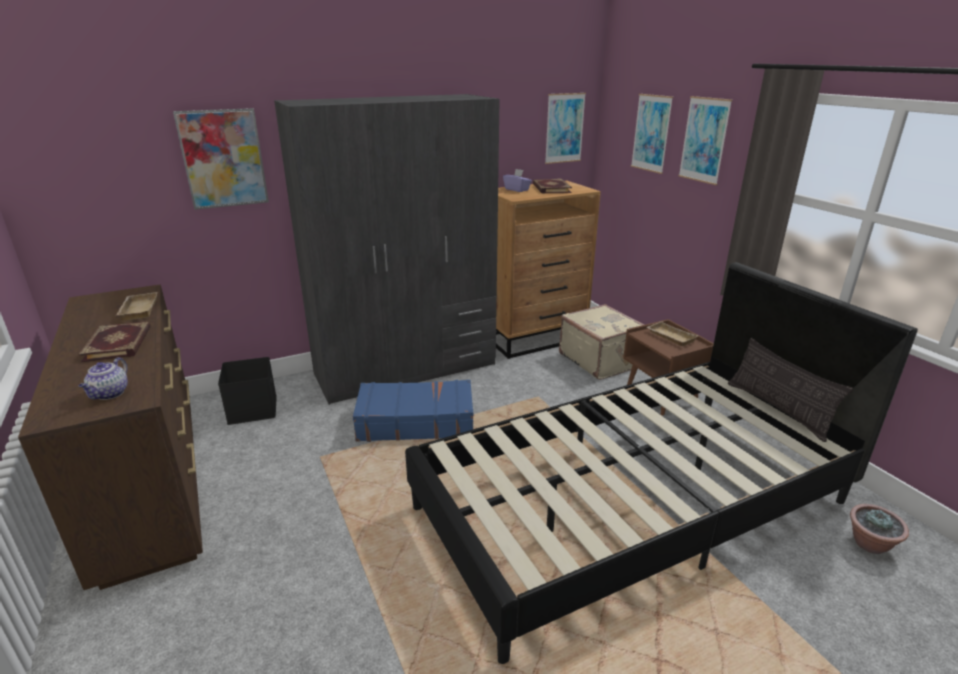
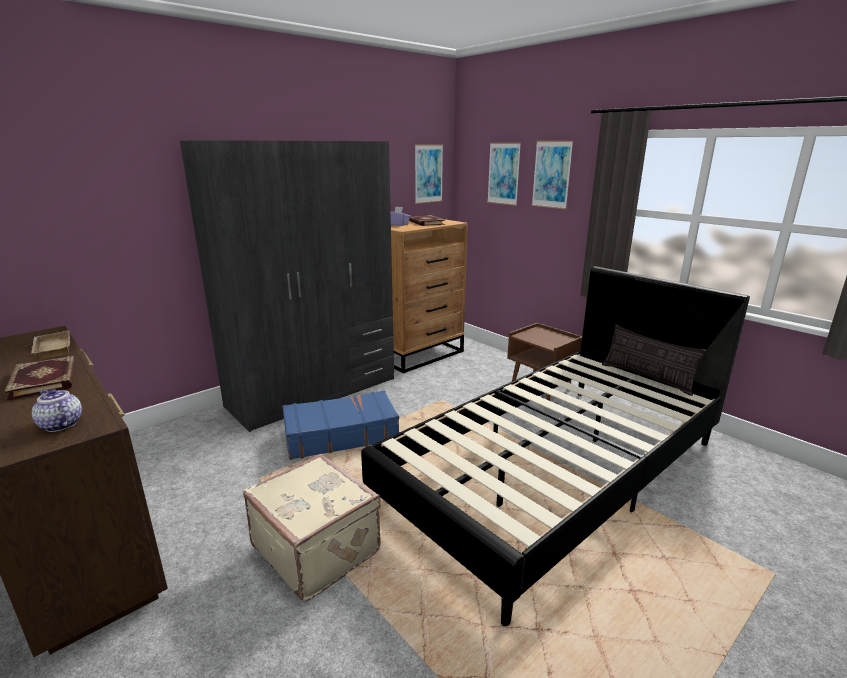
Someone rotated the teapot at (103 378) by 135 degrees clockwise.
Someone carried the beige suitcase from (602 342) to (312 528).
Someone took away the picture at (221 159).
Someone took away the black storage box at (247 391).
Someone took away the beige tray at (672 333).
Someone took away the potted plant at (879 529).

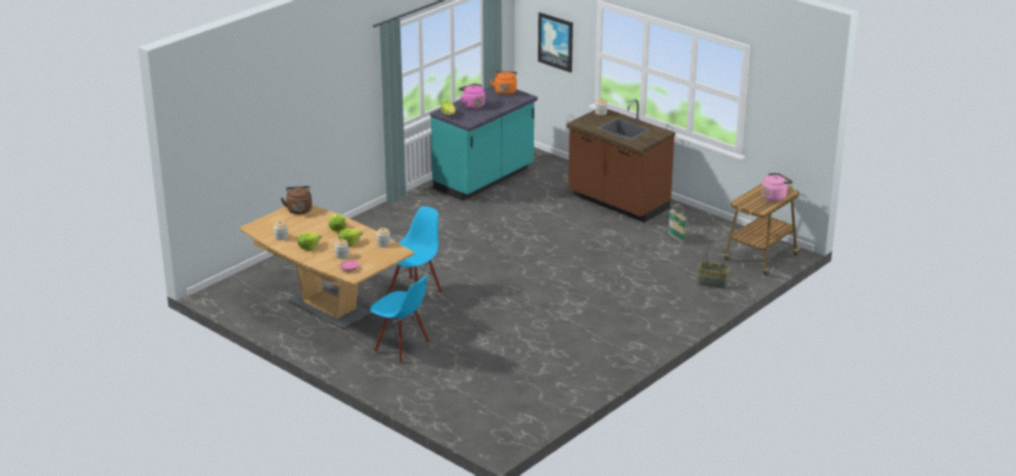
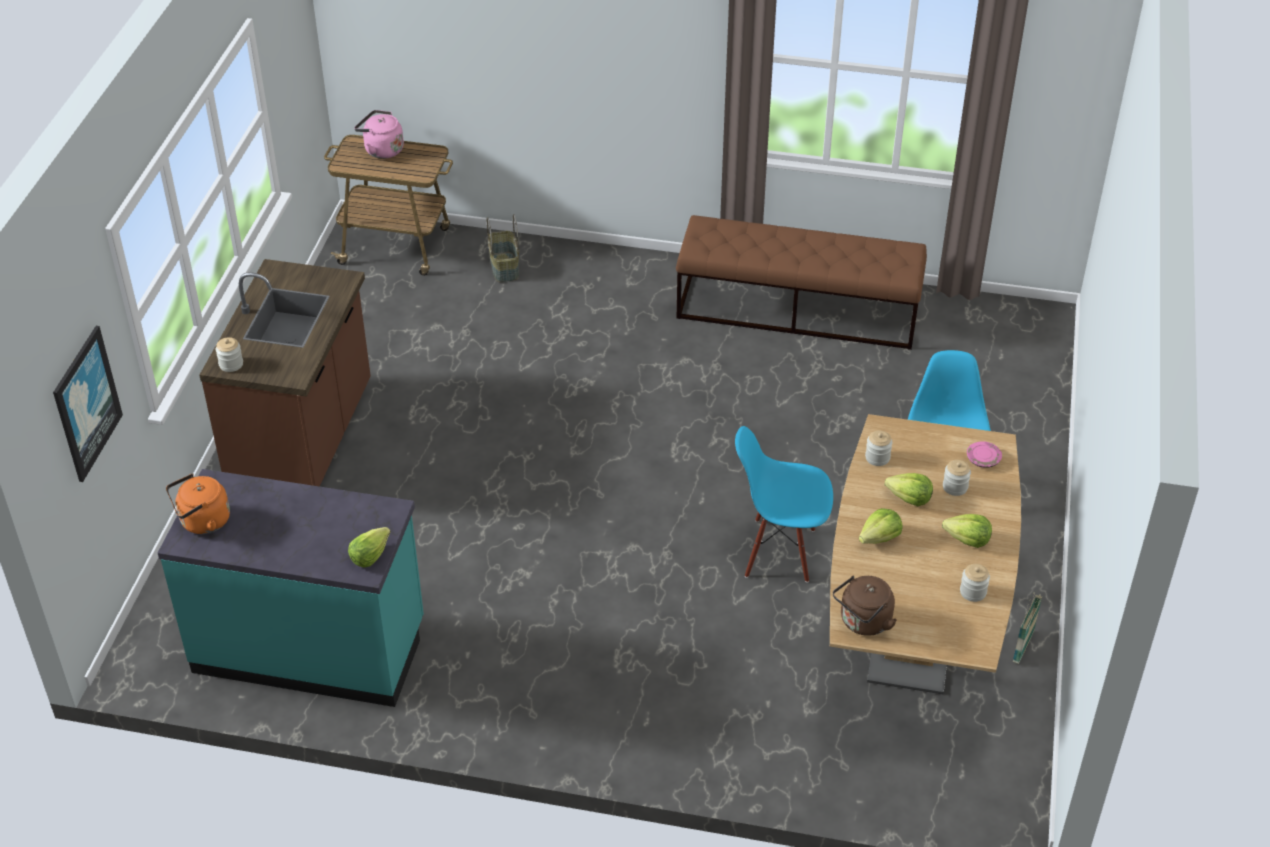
Someone put down the brown bench at (801 282).
Someone carried the basket from (677 222) to (1027 628).
Someone took away the pink kettle at (471 96).

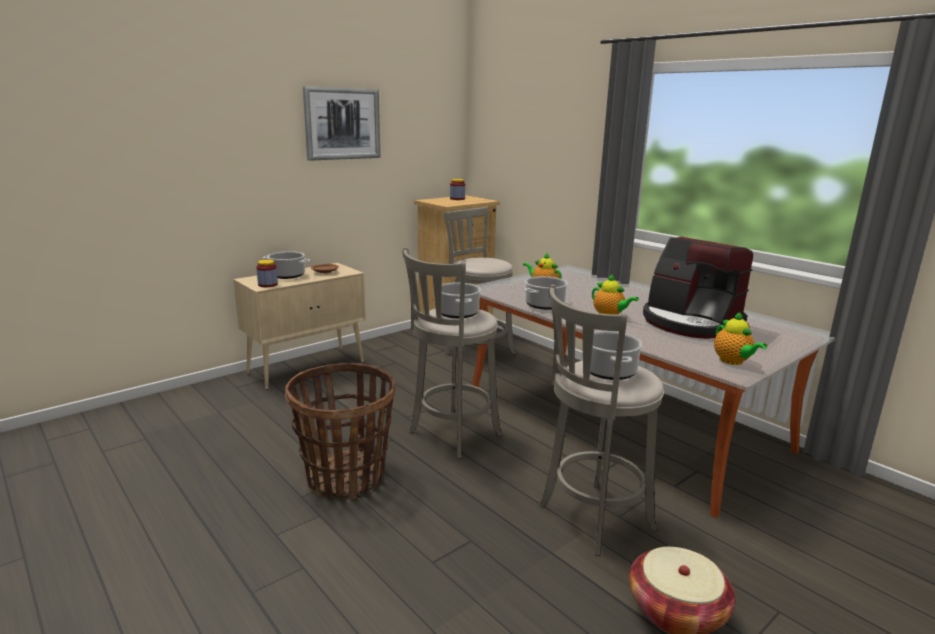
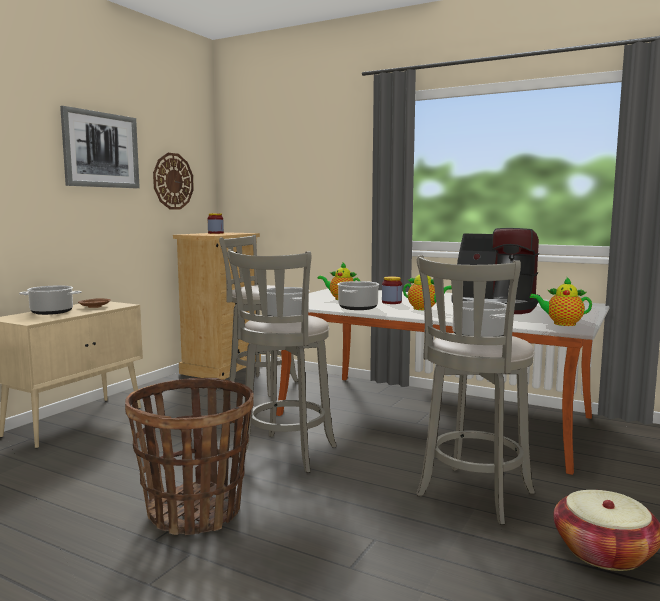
Someone put up the wall clock at (173 181).
Someone carried the jar from (267 273) to (392 290).
Someone rotated the teapot at (740 338) by 150 degrees clockwise.

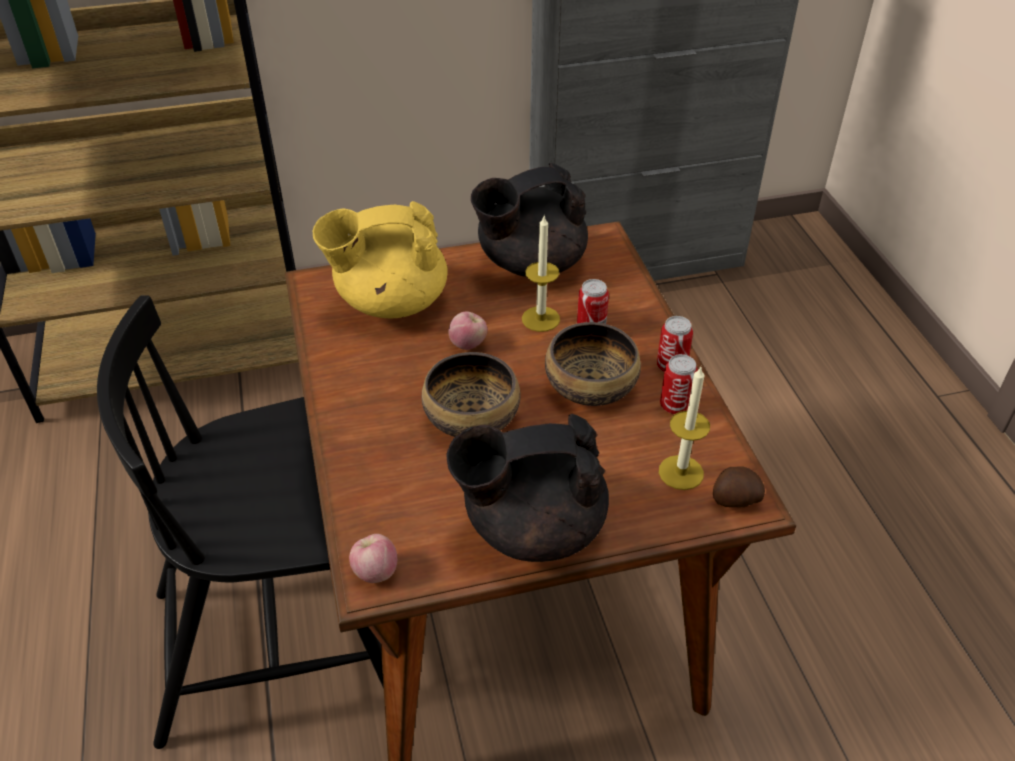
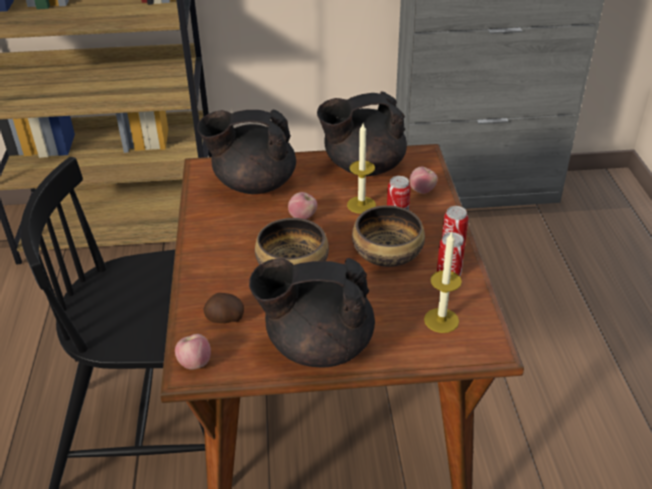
Someone repainted the yellow teapot at (380 259), which became the black teapot at (246 152).
Someone carried the potato from (739 486) to (223 308).
Someone put down the apple at (424 180).

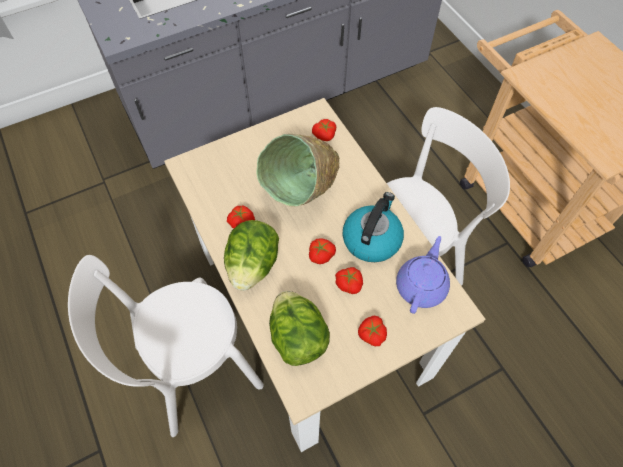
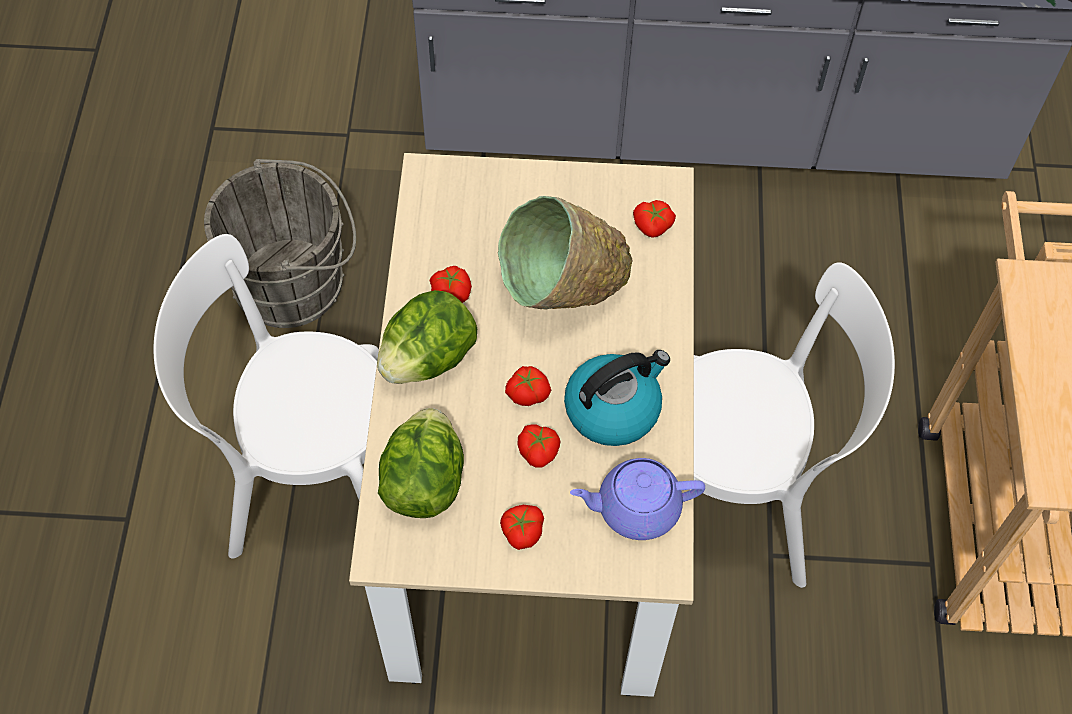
Someone put down the grey bucket at (280 243).
Someone rotated the purple teapot at (423 275) by 150 degrees counterclockwise.

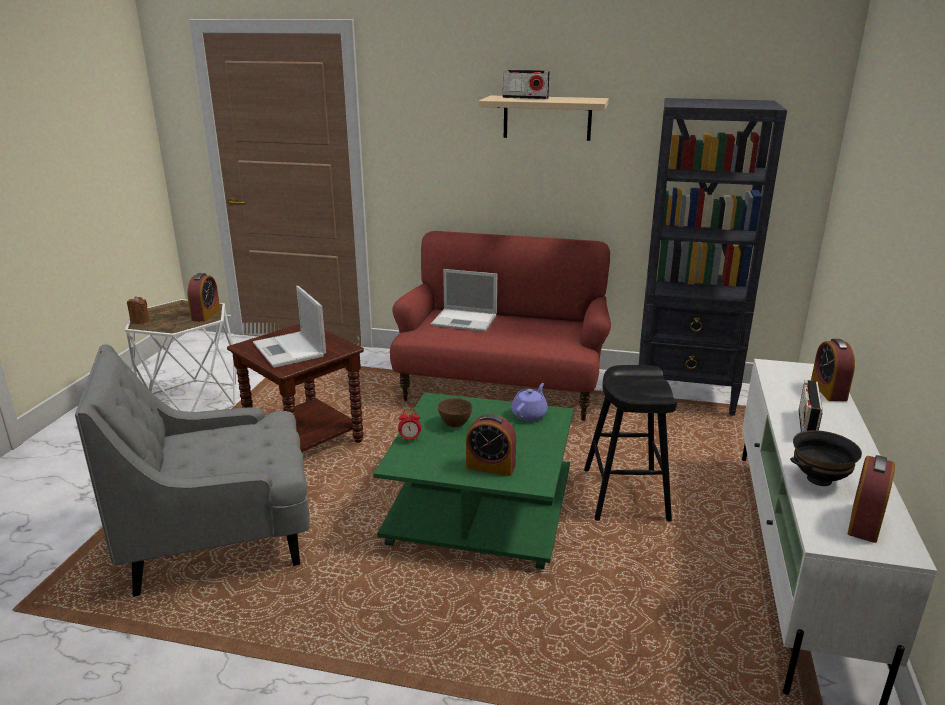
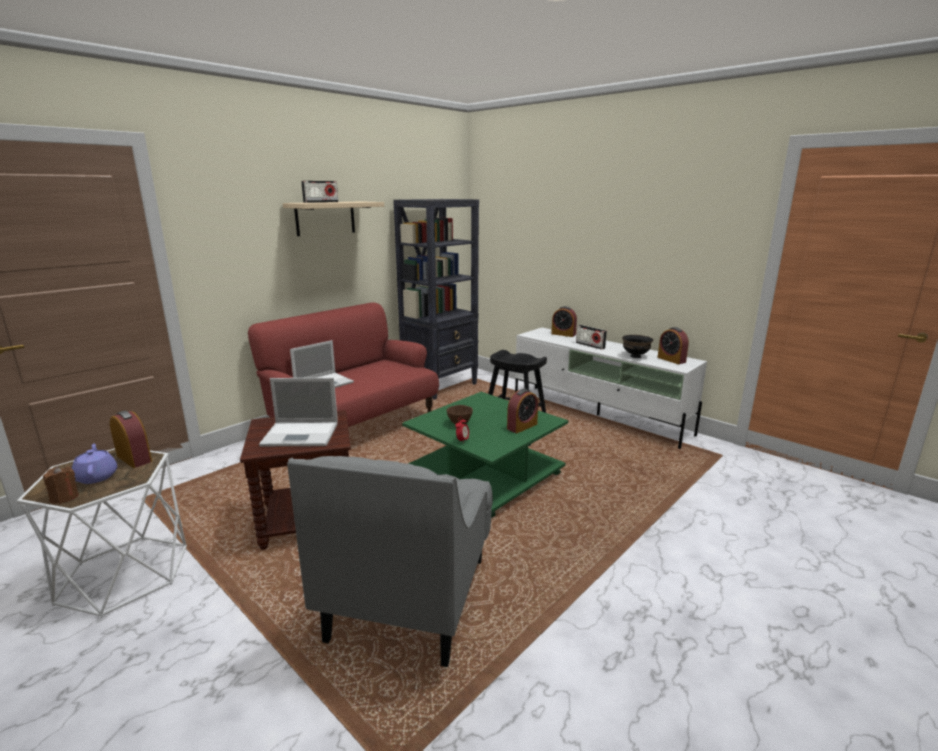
Someone carried the purple teapot from (529 402) to (94 463).

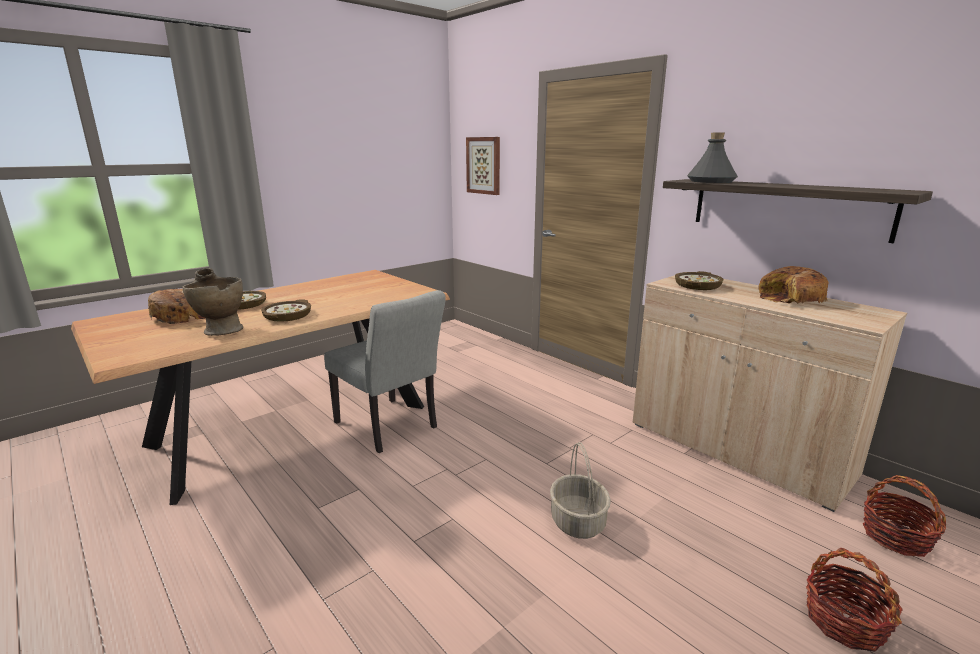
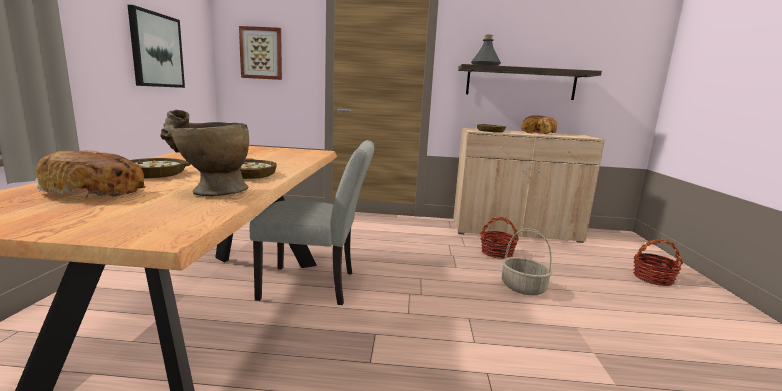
Someone put up the picture at (156 46).
Someone carried the basket from (904 516) to (499 238).

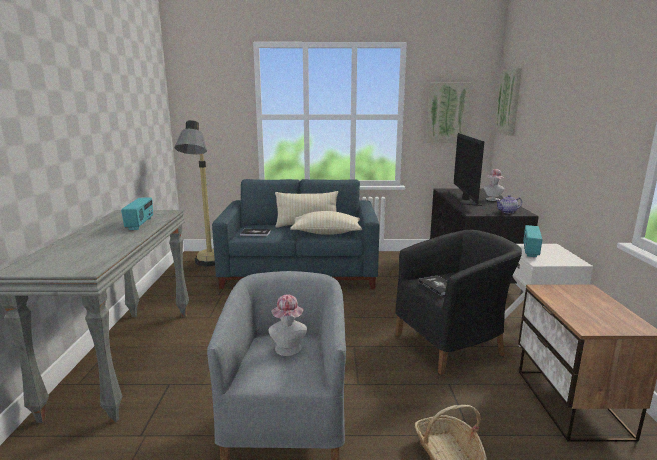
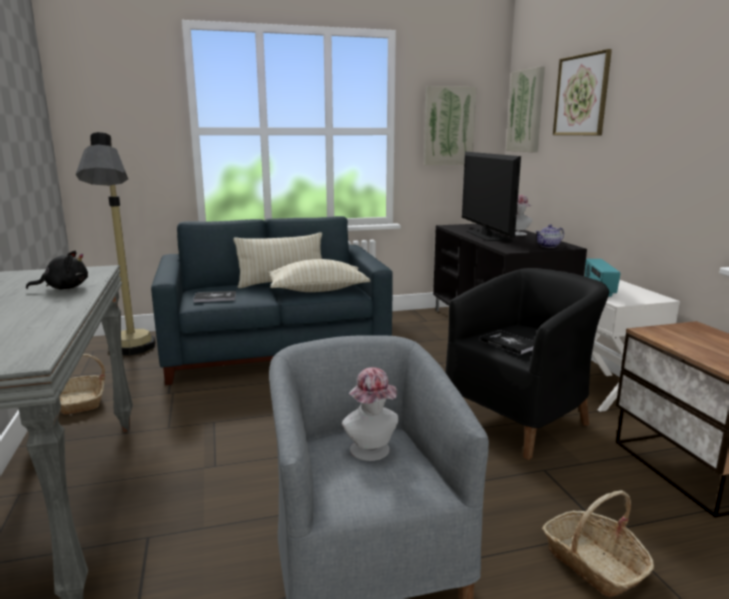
Someone swapped the radio at (137 213) for the black plush toy at (57 270).
Someone put down the basket at (82 384).
Someone put up the picture at (582 92).

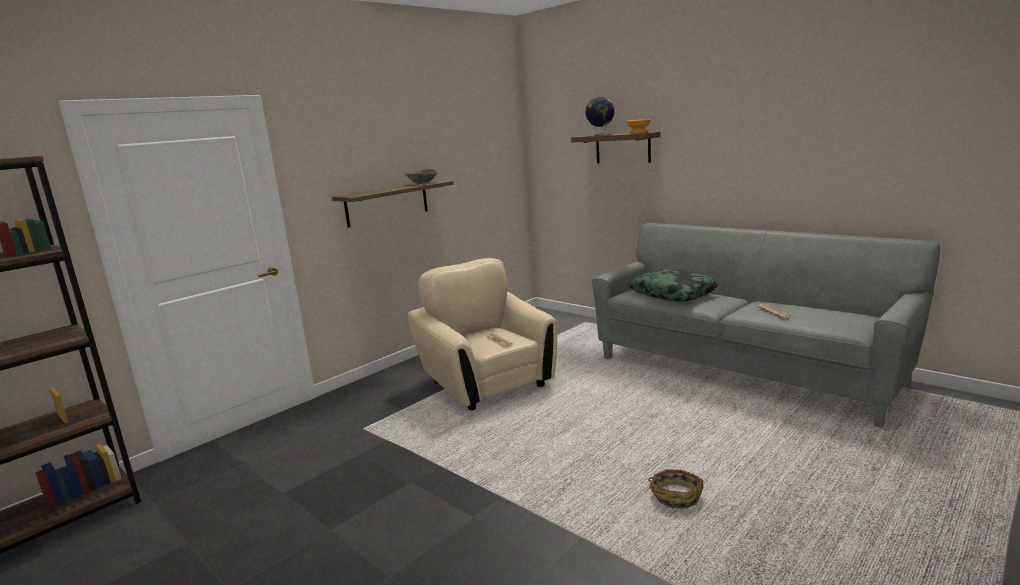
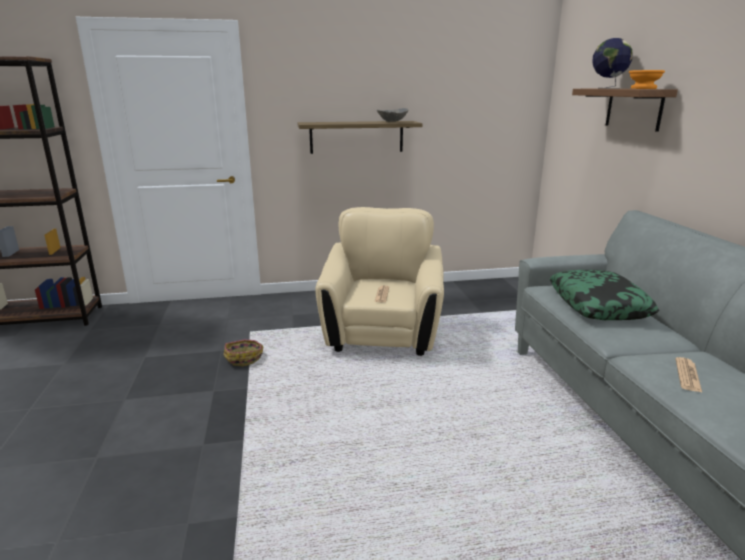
Someone carried the basket from (675 489) to (243 352).

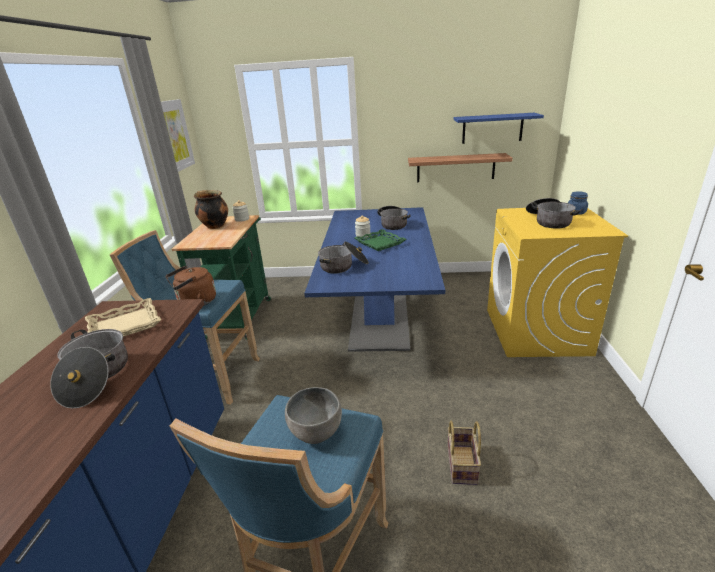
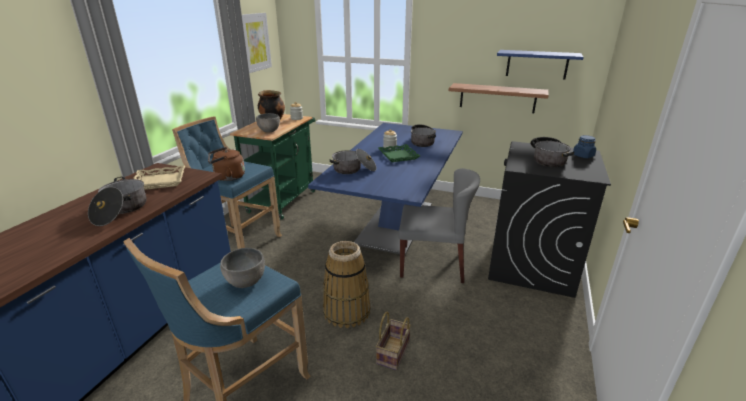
Someone put down the grey bowl at (268 123).
Someone put down the basket at (347 284).
Someone put down the grey chair at (439 225).
Someone repainted the yellow washing machine at (557 282), which became the black washing machine at (549 219).

